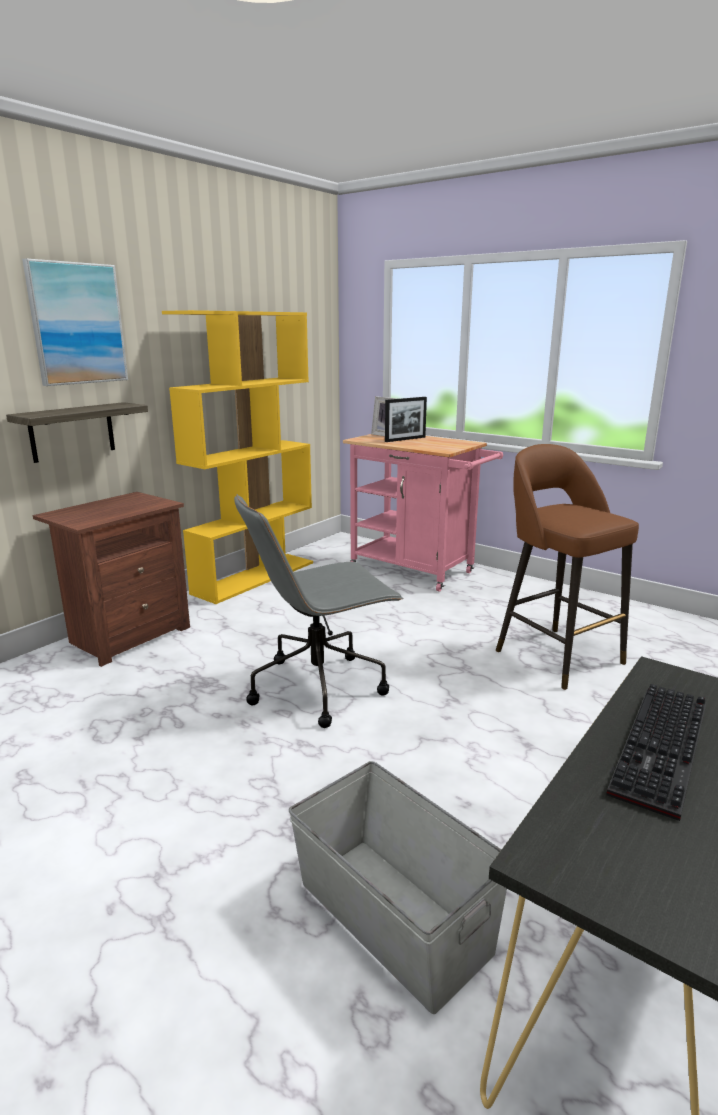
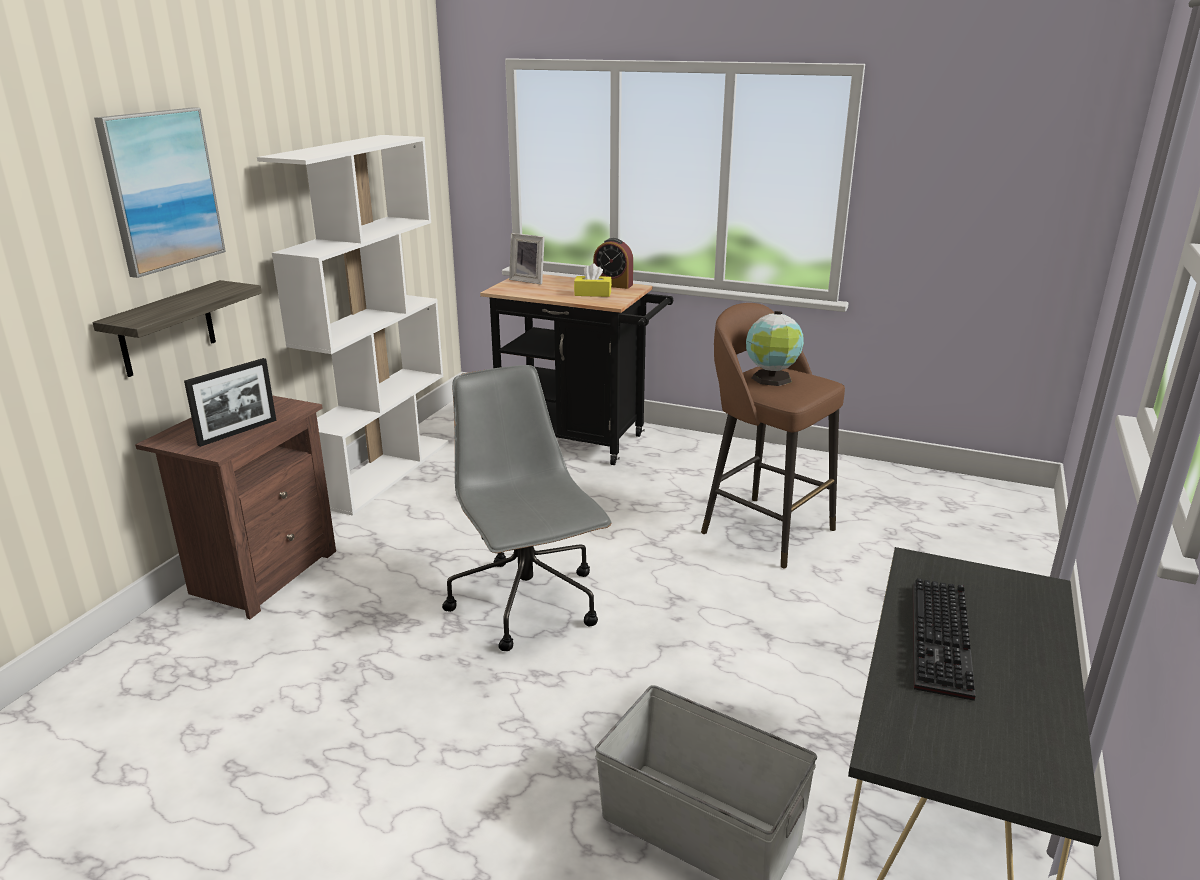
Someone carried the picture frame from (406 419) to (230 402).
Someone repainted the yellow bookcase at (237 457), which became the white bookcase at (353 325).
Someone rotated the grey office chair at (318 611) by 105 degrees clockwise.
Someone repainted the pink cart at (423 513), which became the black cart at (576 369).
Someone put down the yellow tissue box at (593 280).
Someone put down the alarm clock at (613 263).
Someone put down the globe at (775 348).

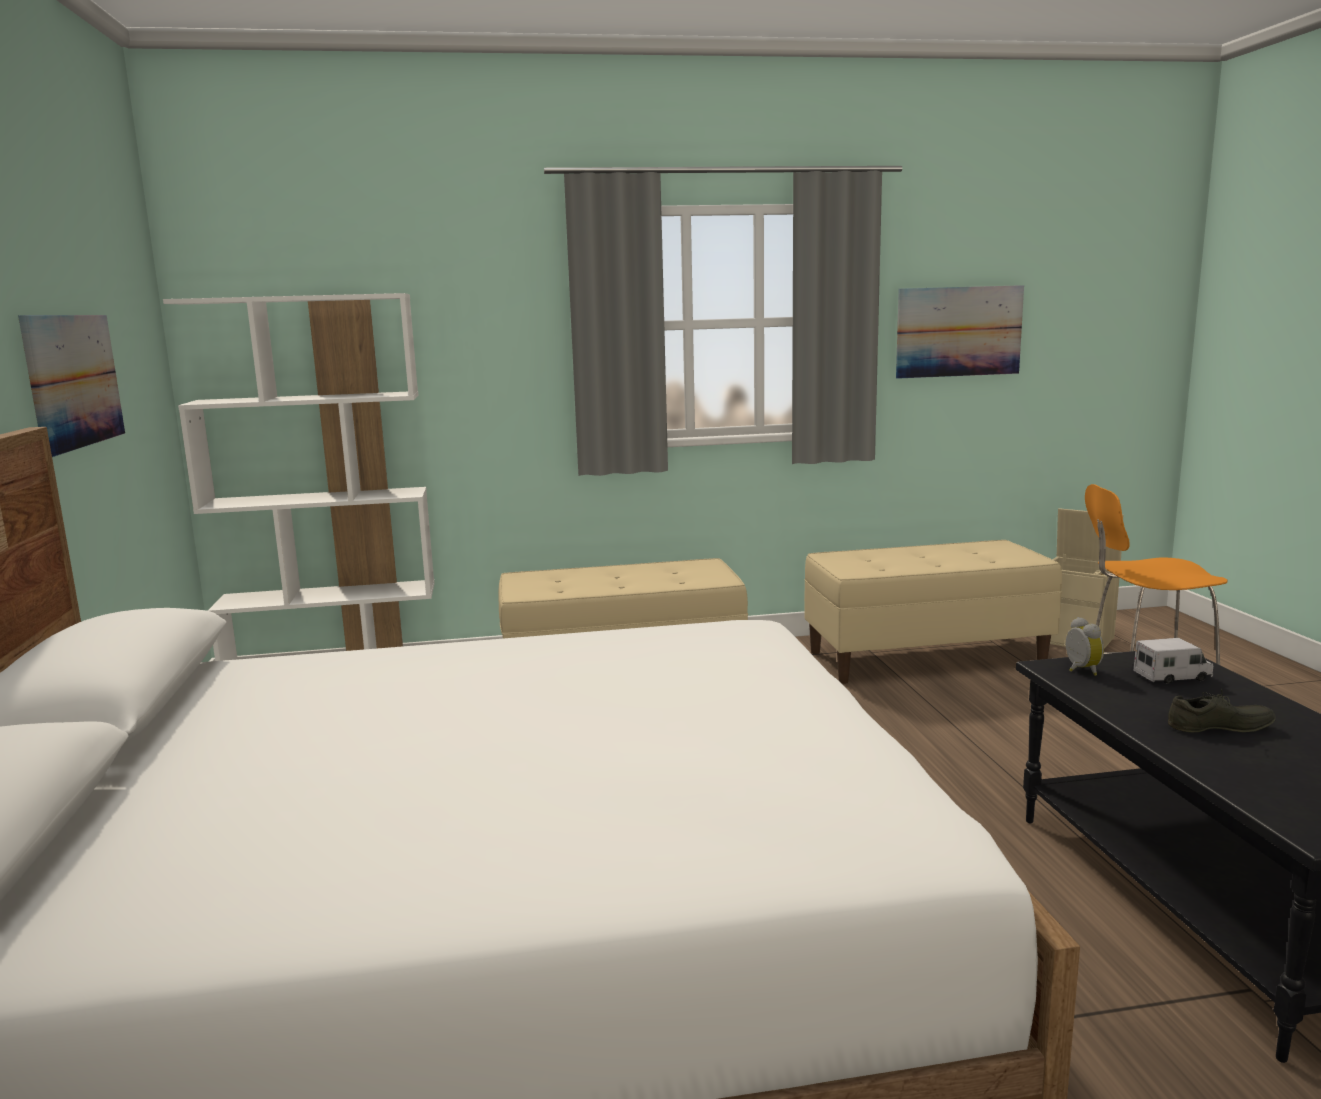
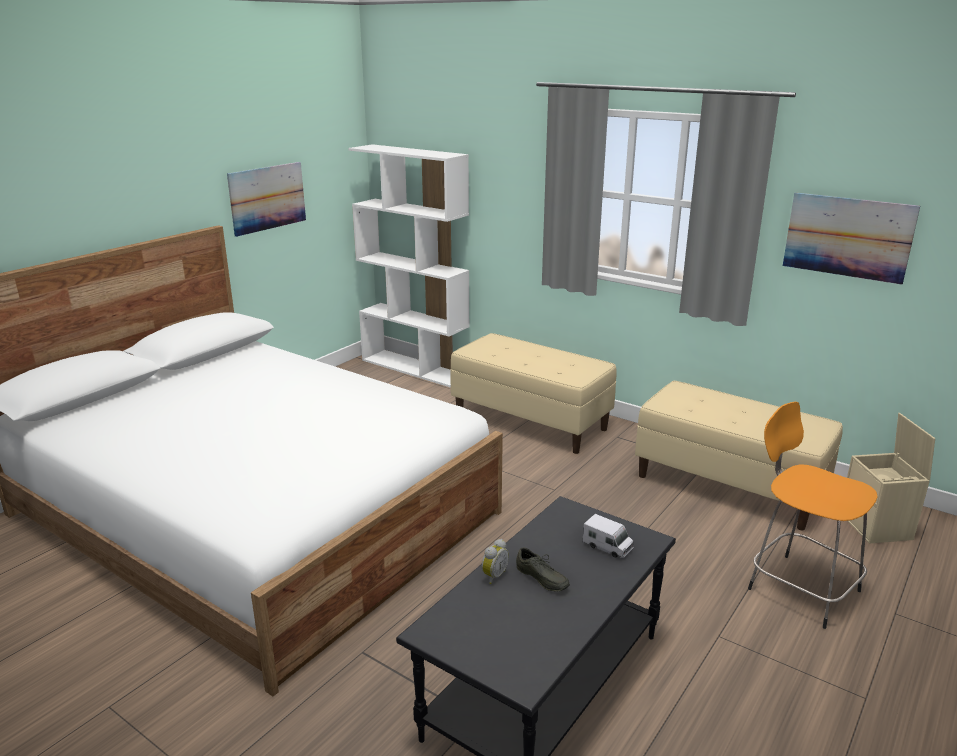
Someone carried the alarm clock from (1085 646) to (495 561).

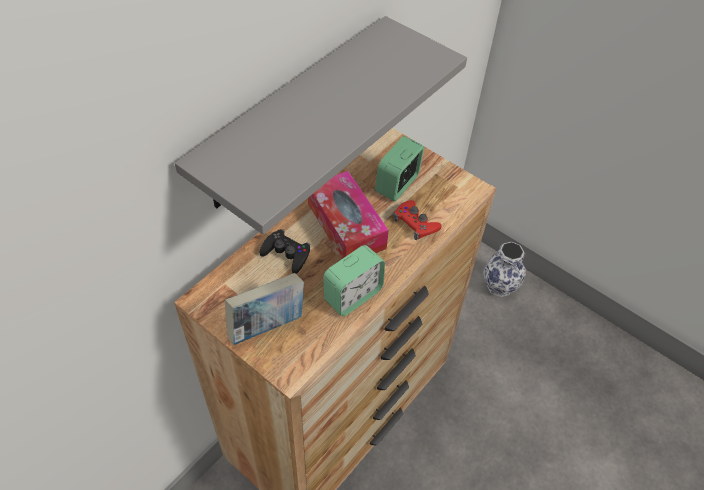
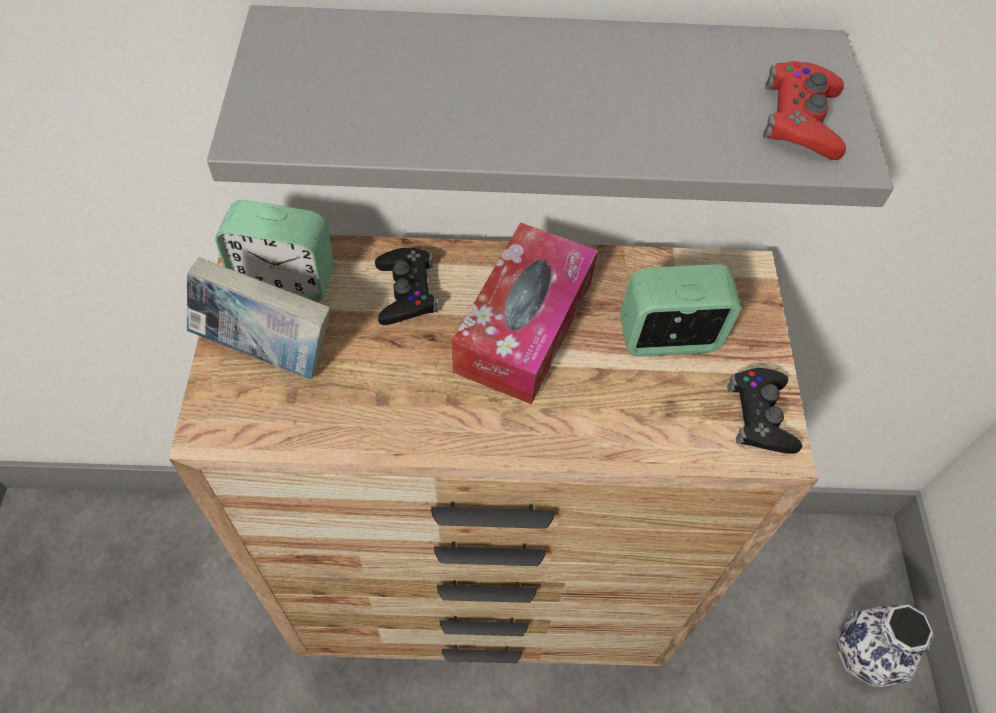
Someone carried the alarm clock from (354 280) to (274 251).
Someone put down the black game controller at (764 411).
Someone carried the red game controller from (418 220) to (804 110).

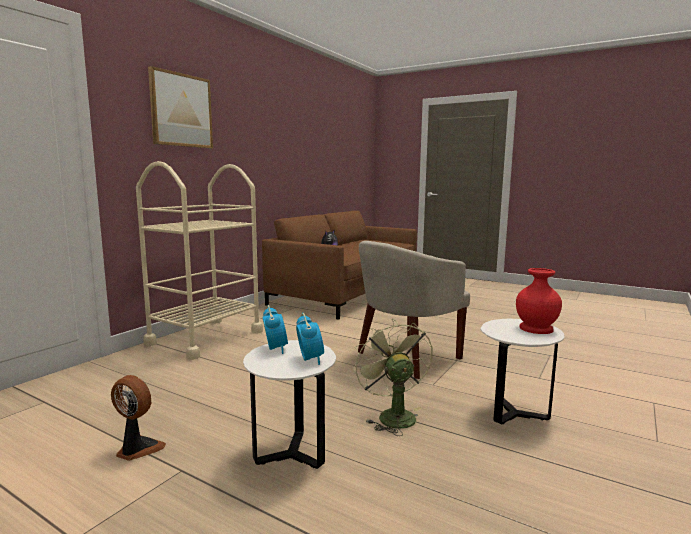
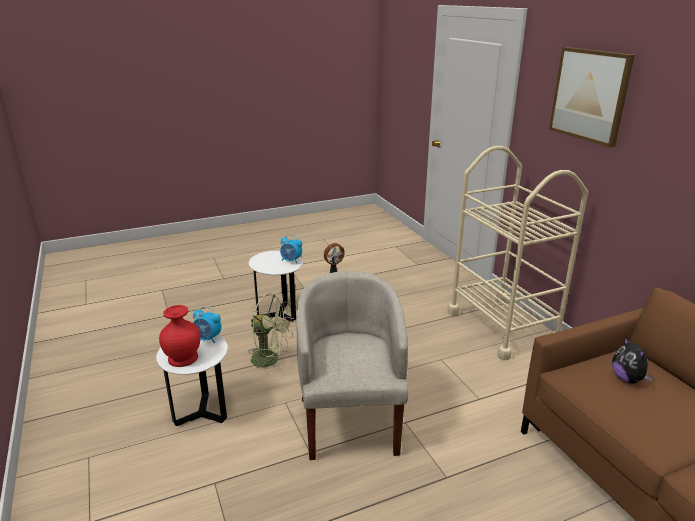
Someone carried the alarm clock from (310 339) to (207 324).

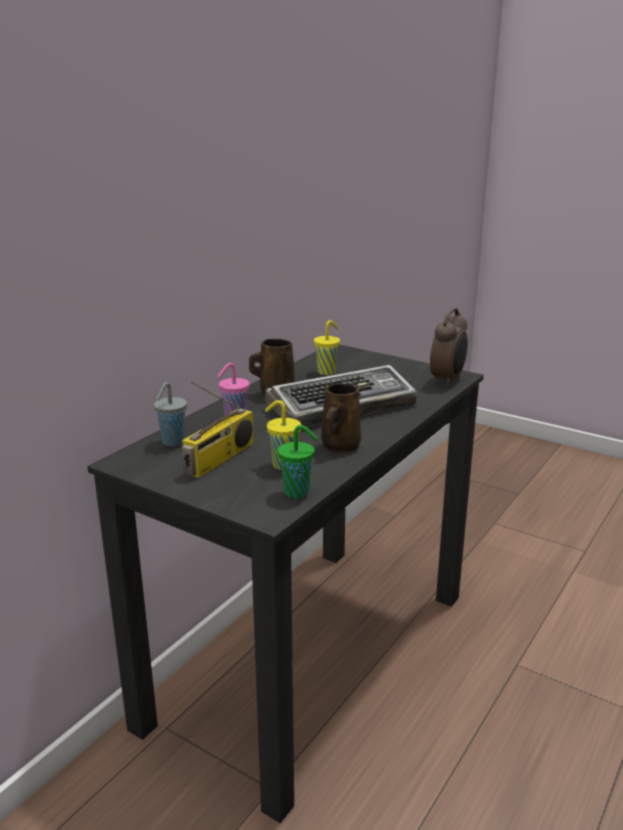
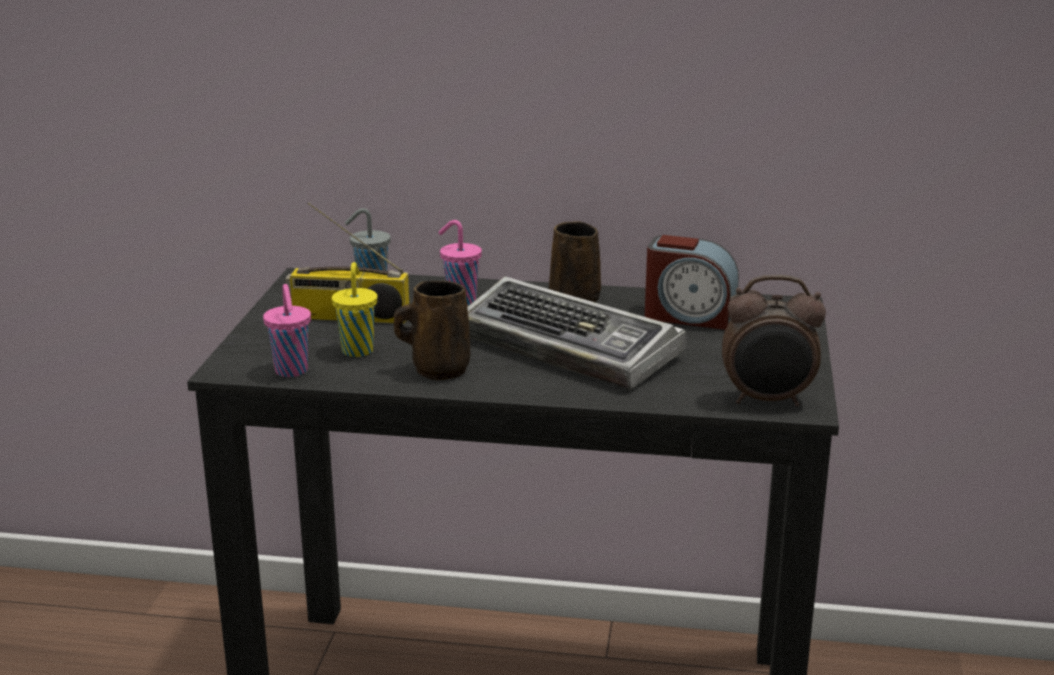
Someone repainted the green cup at (297 462), which became the pink cup at (287 330).
Someone swapped the yellow cup at (327 347) for the alarm clock at (692 282).

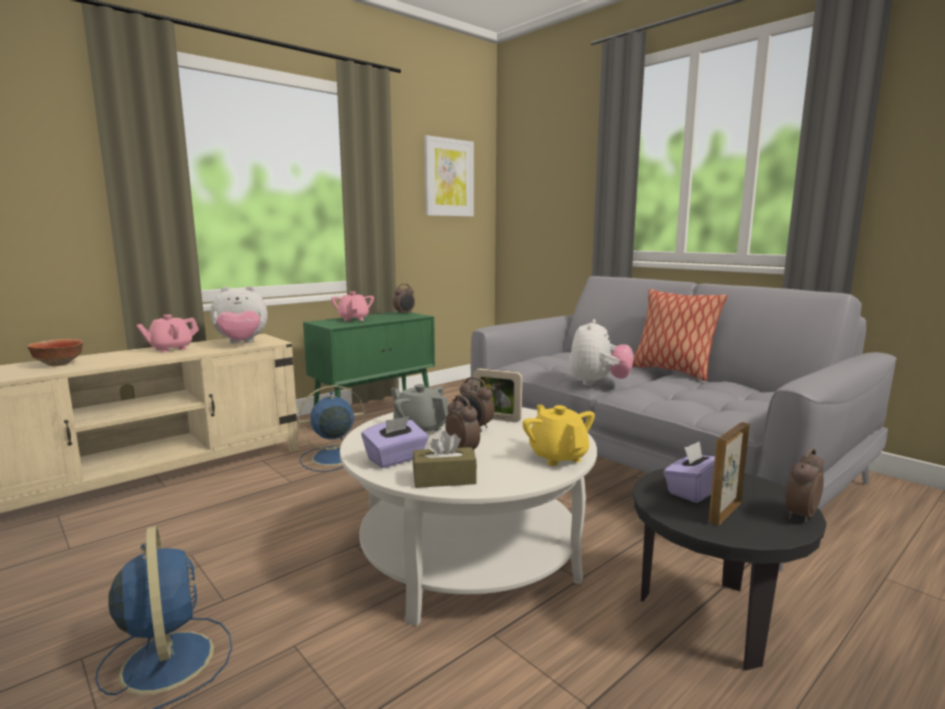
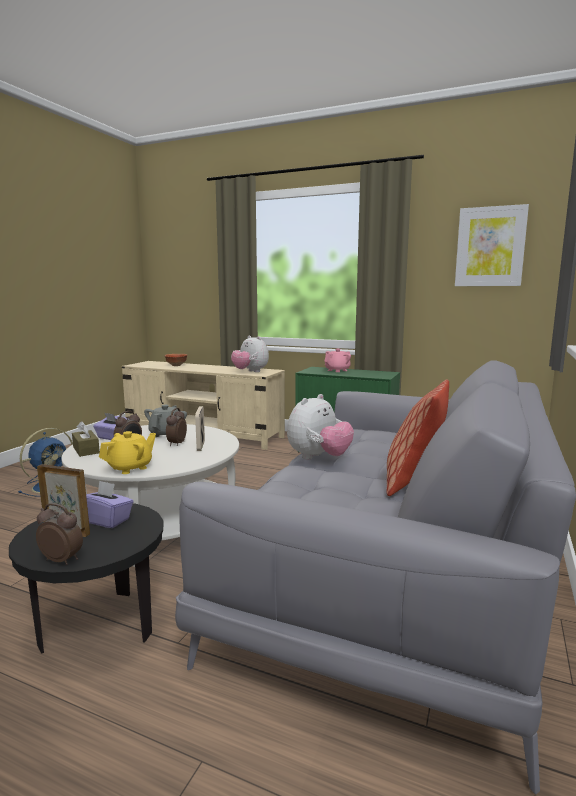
Someone rotated the plush toy at (601 352) by 45 degrees counterclockwise.
Someone took away the pink teapot at (167 333).
Someone took away the blue fan at (331 428).
Someone took away the alarm clock at (404 299).

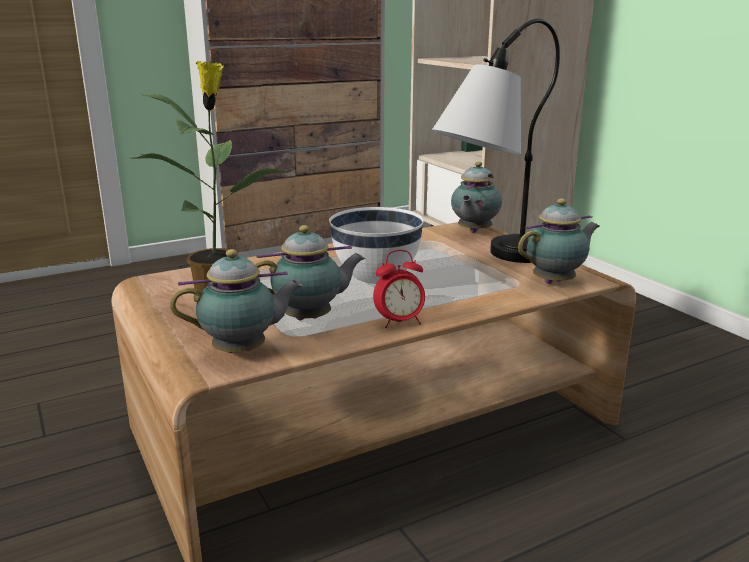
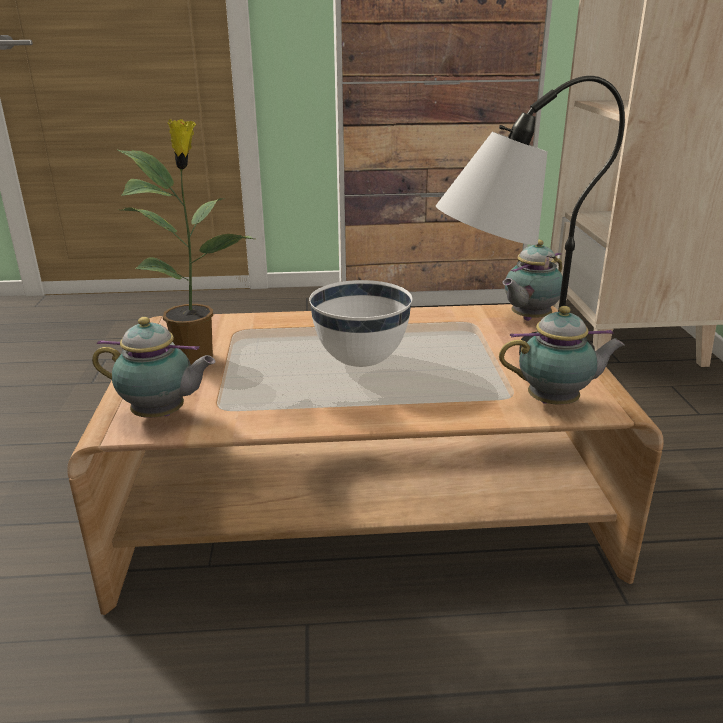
Someone took away the teapot at (310 272).
Someone took away the alarm clock at (399 289).

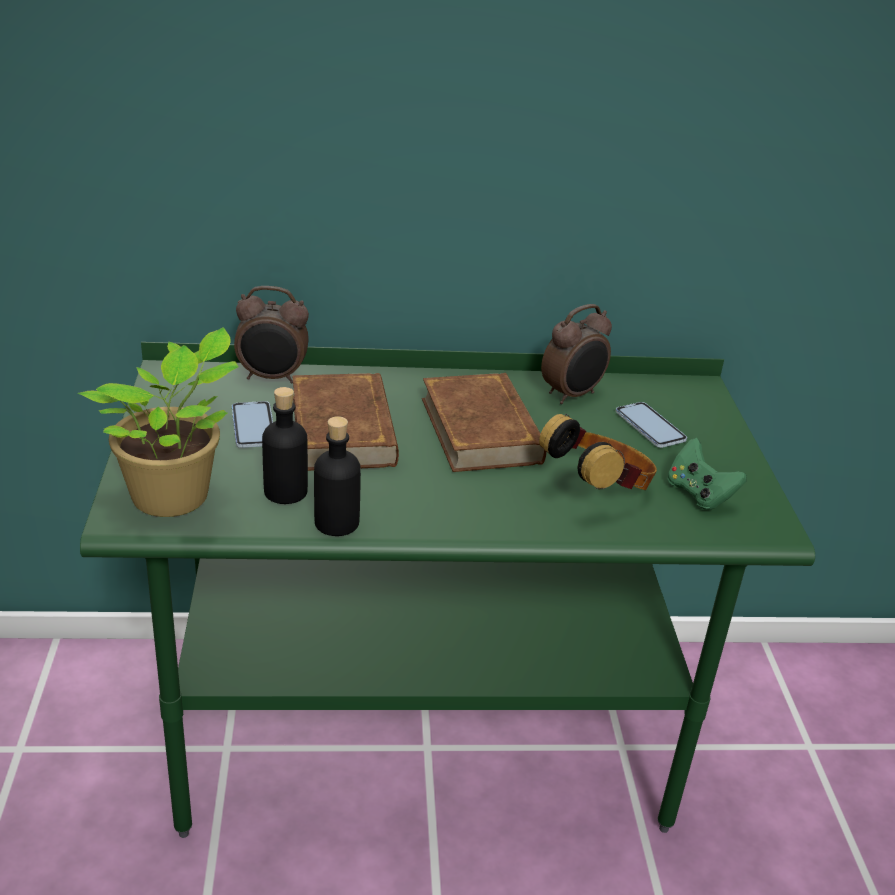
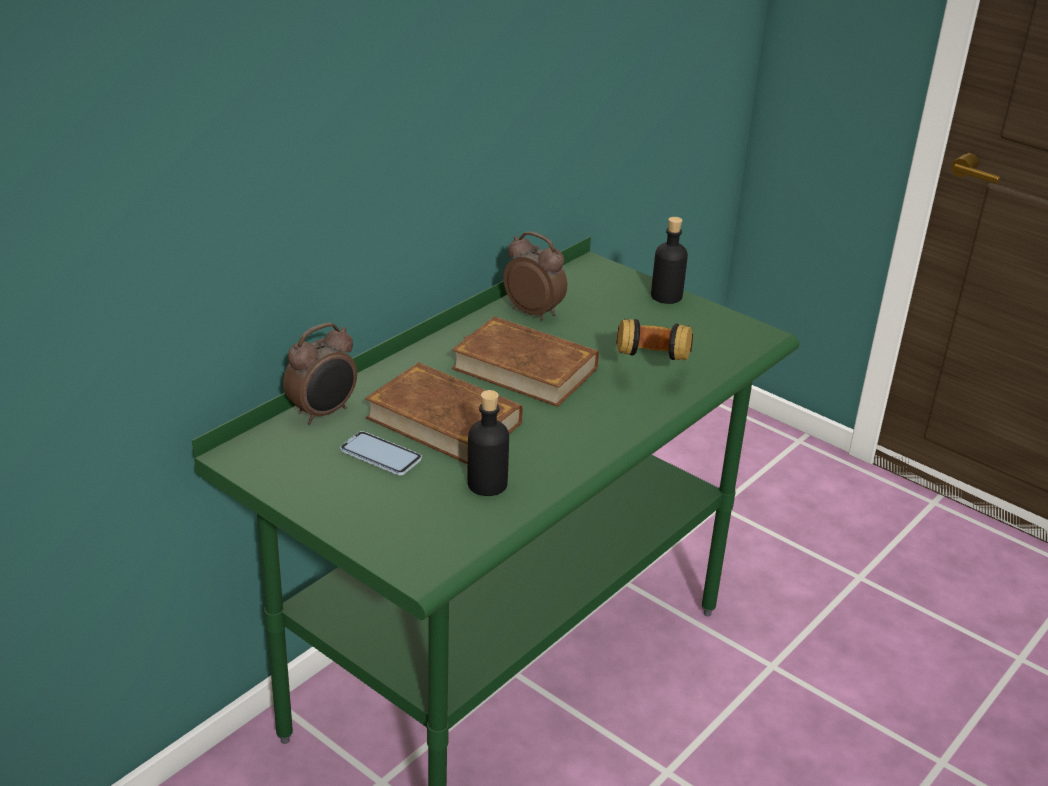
Someone rotated the alarm clock at (576 354) by 60 degrees counterclockwise.
Someone carried the black bottle from (337 476) to (669 260).
Someone took away the potted plant at (158 422).
Someone took away the phone at (651 425).
Someone took away the green game controller at (707 474).

